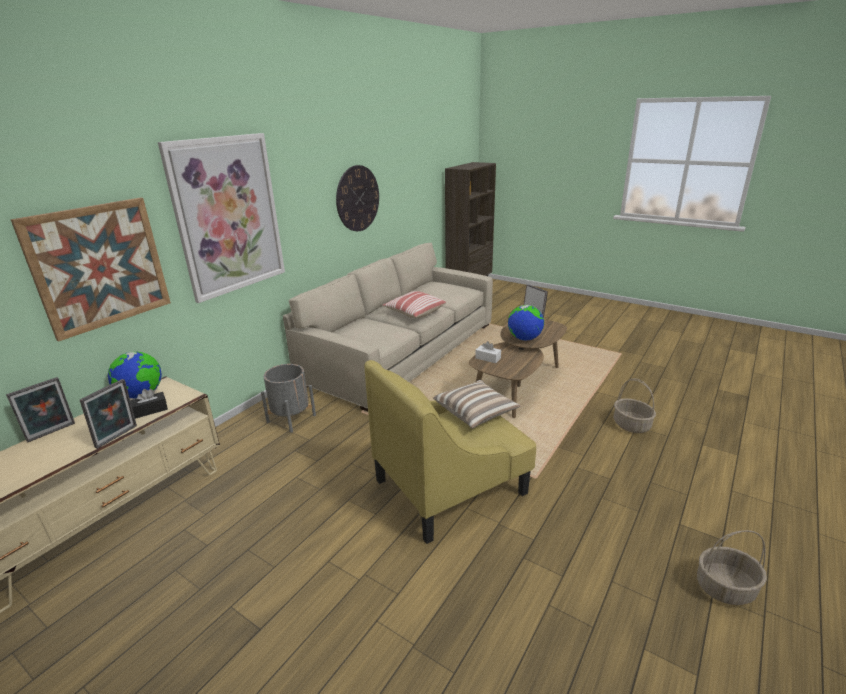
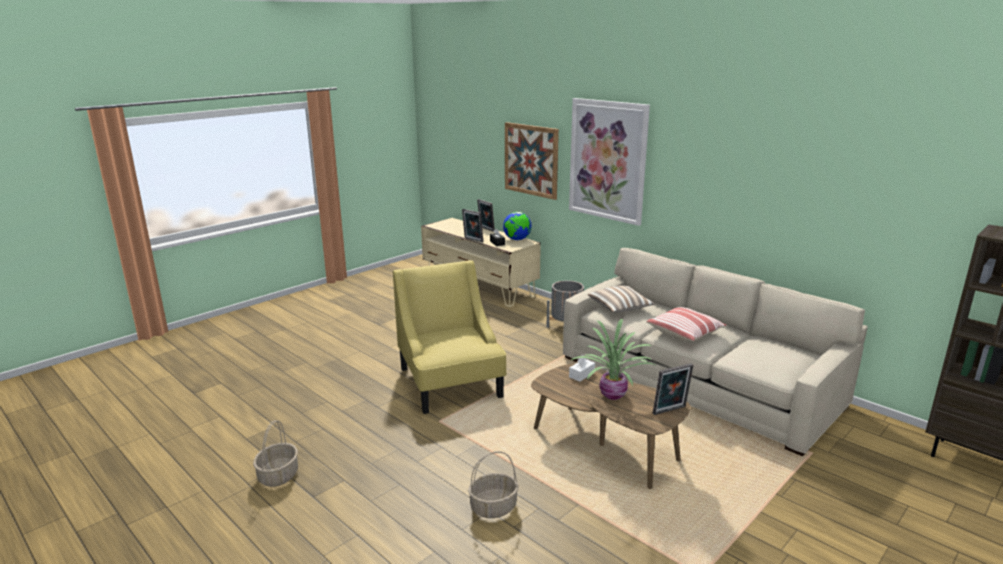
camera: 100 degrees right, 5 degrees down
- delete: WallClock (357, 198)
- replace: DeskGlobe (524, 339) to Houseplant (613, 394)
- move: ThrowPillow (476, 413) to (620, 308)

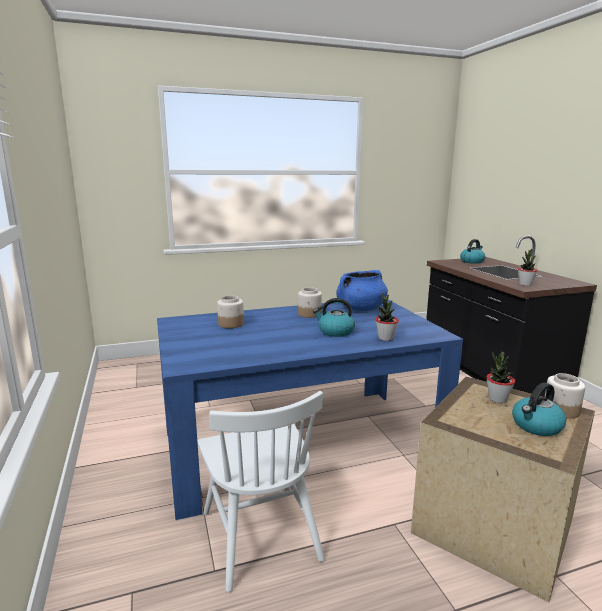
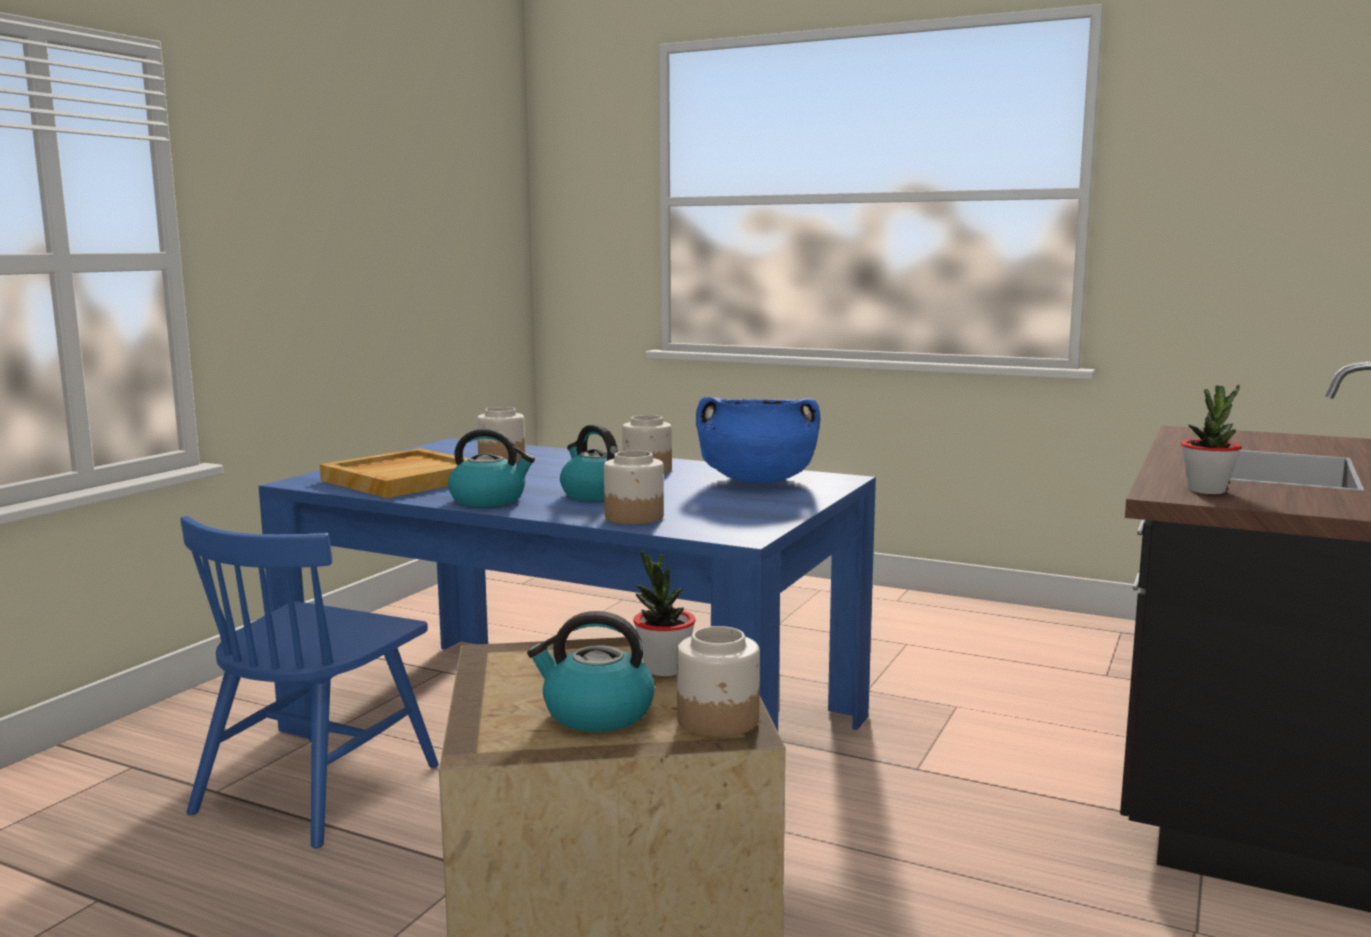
camera: 45 degrees right, 5 degrees down
- move: WaterKettle (472, 261) to (489, 500)
- replace: Houseplant (385, 338) to StorageJar (635, 517)
- recolor: WhitishUprightChair (260, 534) to BlueColouredUprightChair (317, 788)
- insert: SandColouredTray (405, 479)

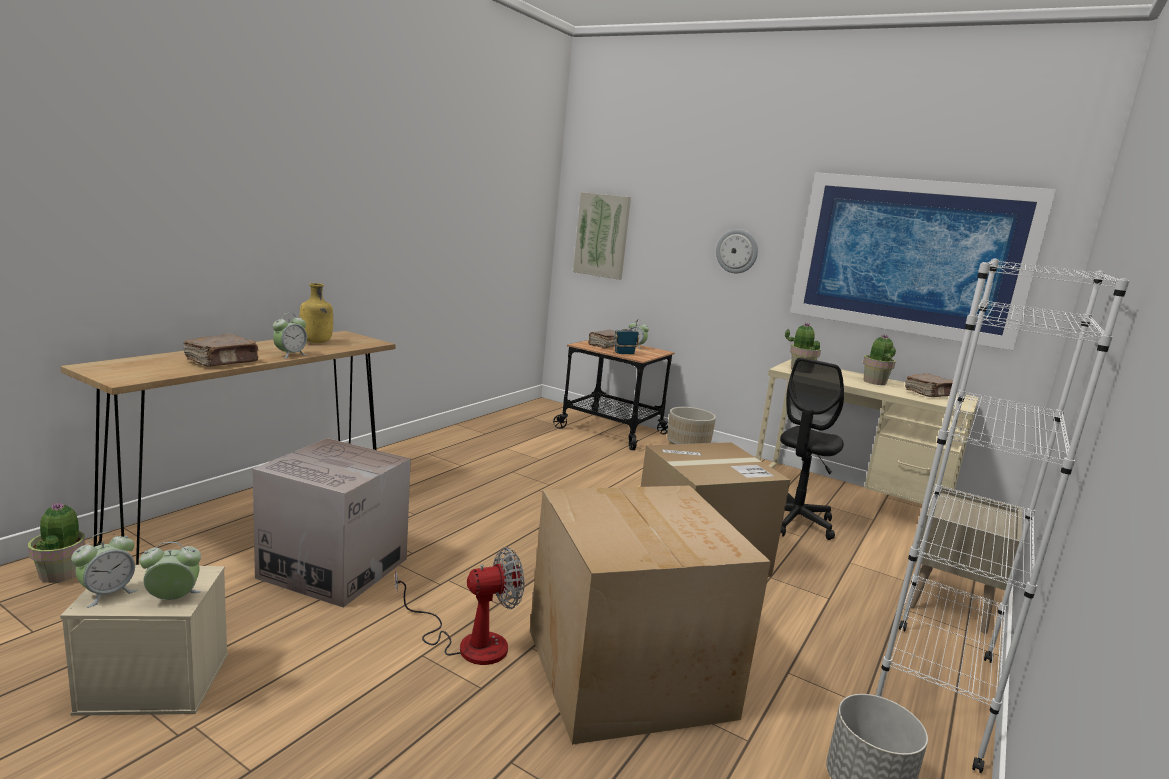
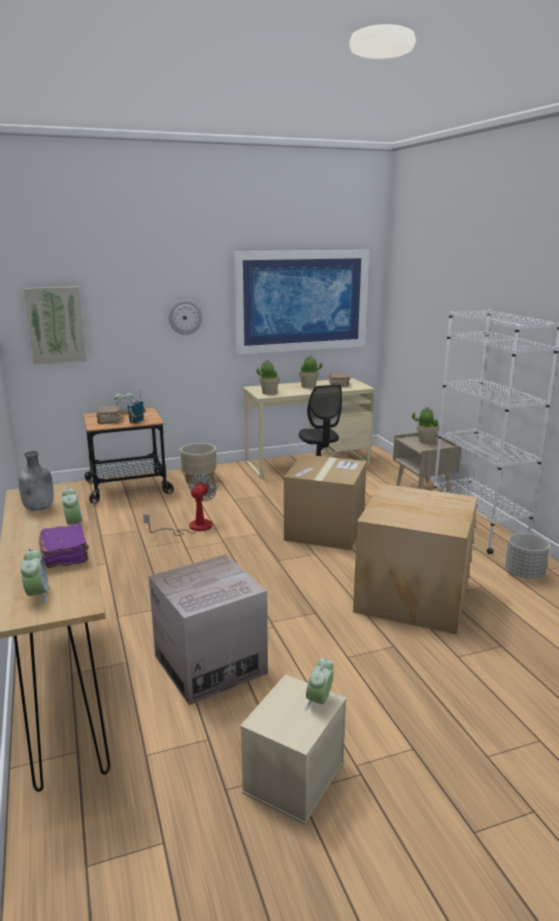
camera: 50 degrees left, 5 degrees up
- recolor: YellowishDrinkBottle (316, 342) to GreyishDrinkBottle (39, 508)
- recolor: BrownColouredBoundBook (223, 361) to PurpleColouredBoundBook (65, 555)
- move: Houseplant (61, 573) to (426, 441)
- move: AlarmClock (108, 594) to (37, 595)
- move: ElectricFan (468, 642) to (192, 527)

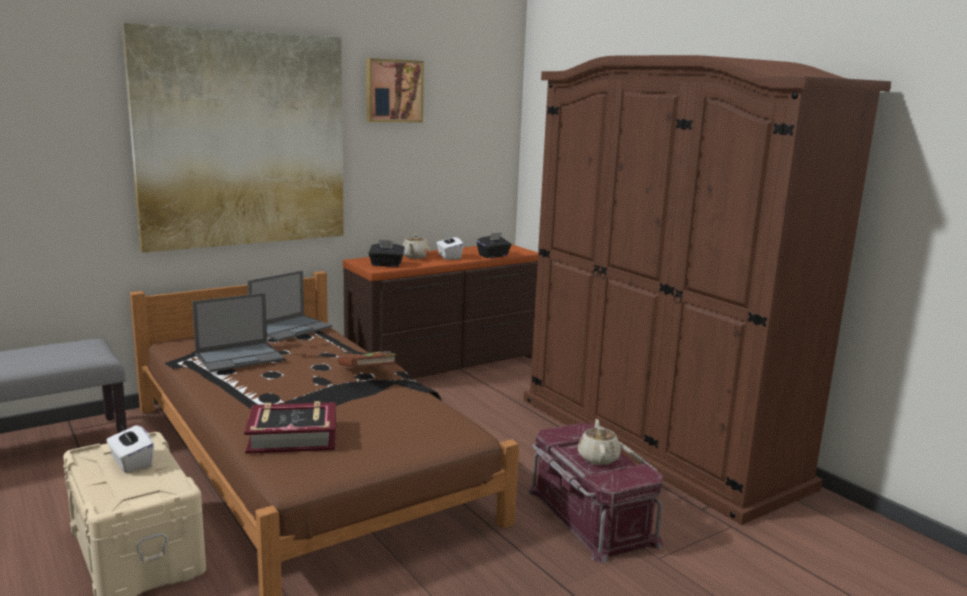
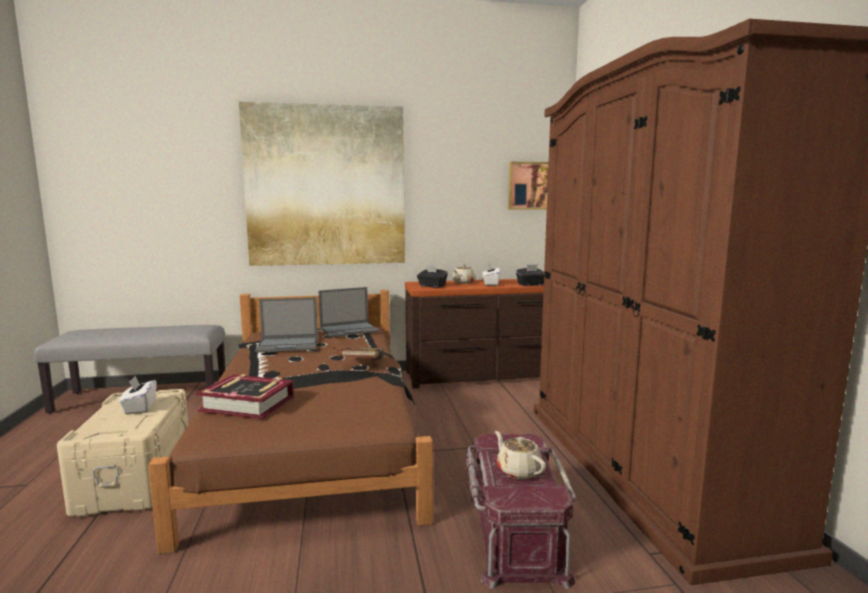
camera: 25 degrees right, 5 degrees down
- move: Picture (393, 91) to (530, 186)
- rotate: SandColouredPotForTea (598, 458) = (518, 470) 60 degrees counterclockwise

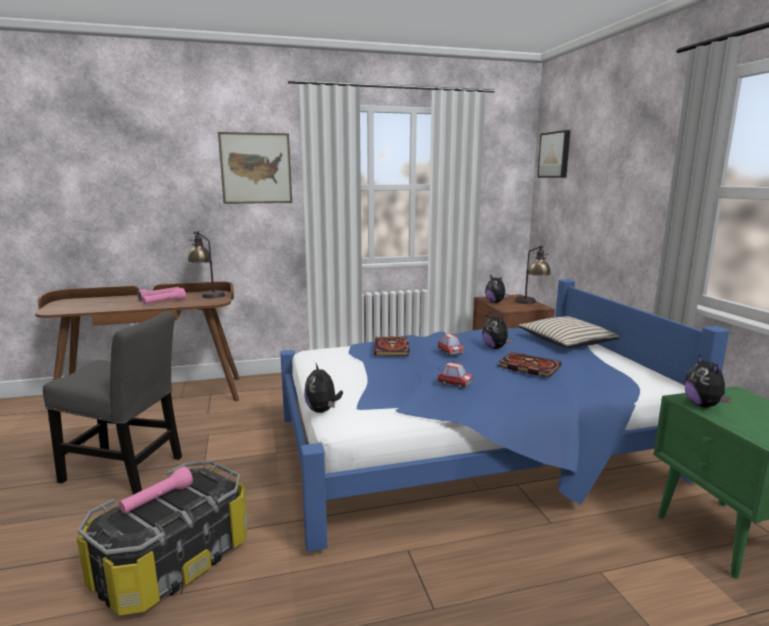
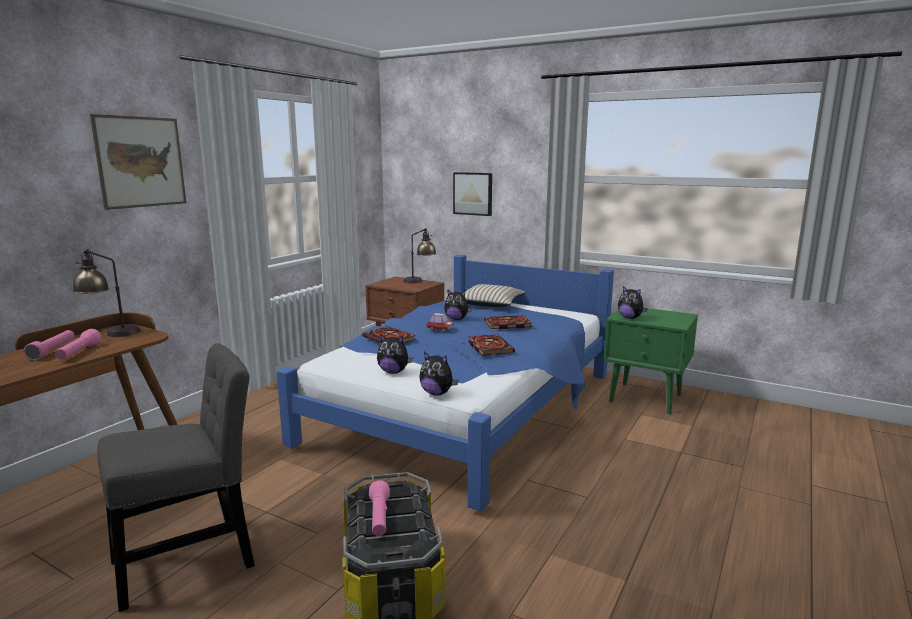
camera: 45 degrees left, 0 degrees up
- move: Picture (555, 155) to (473, 193)
- move: PlushToy (495, 302) to (393, 372)
- replace: ModelCar (454, 383) to BoundBook (488, 347)

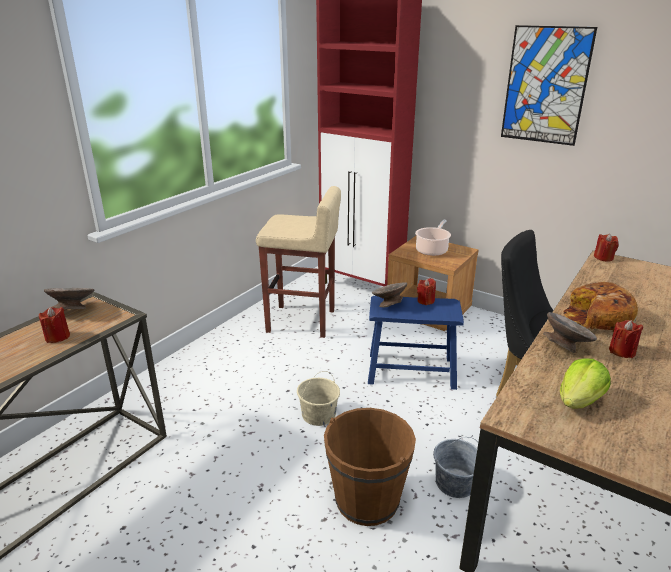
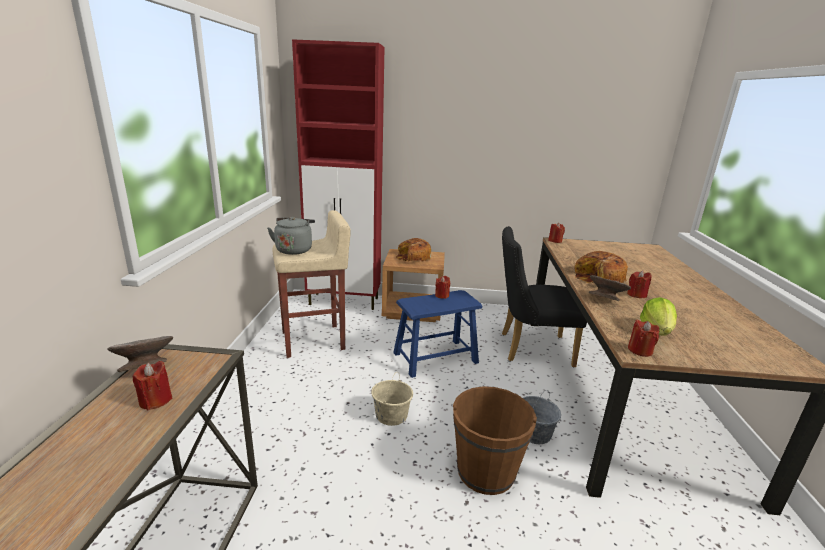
camera: 30 degrees left, 5 degrees down
- delete: Picture (545, 85)
- replace: Saucepot (432, 250) to BakeryBread (413, 257)
- delete: GreyishBowl (388, 304)
- insert: GreyishWaterKettle (294, 250)
- insert: RedColouredWaxCandle (640, 350)

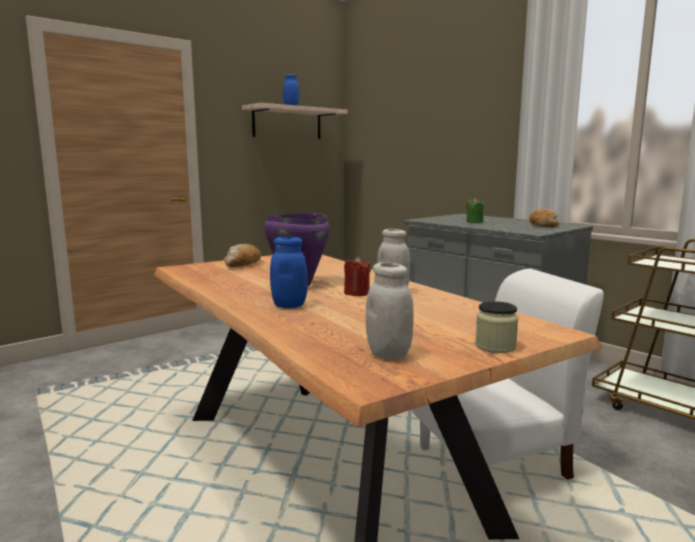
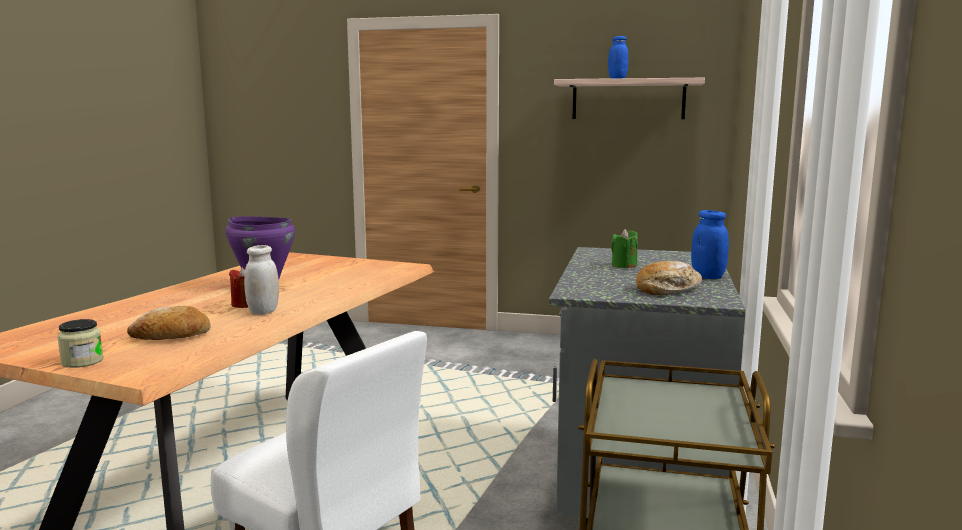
camera: 55 degrees right, 0 degrees up
- move: BlueColouredStorageJar (289, 305) to (708, 277)
- move: BakeryBread (242, 264) to (172, 336)
- delete: WhitishStorageJar (388, 354)

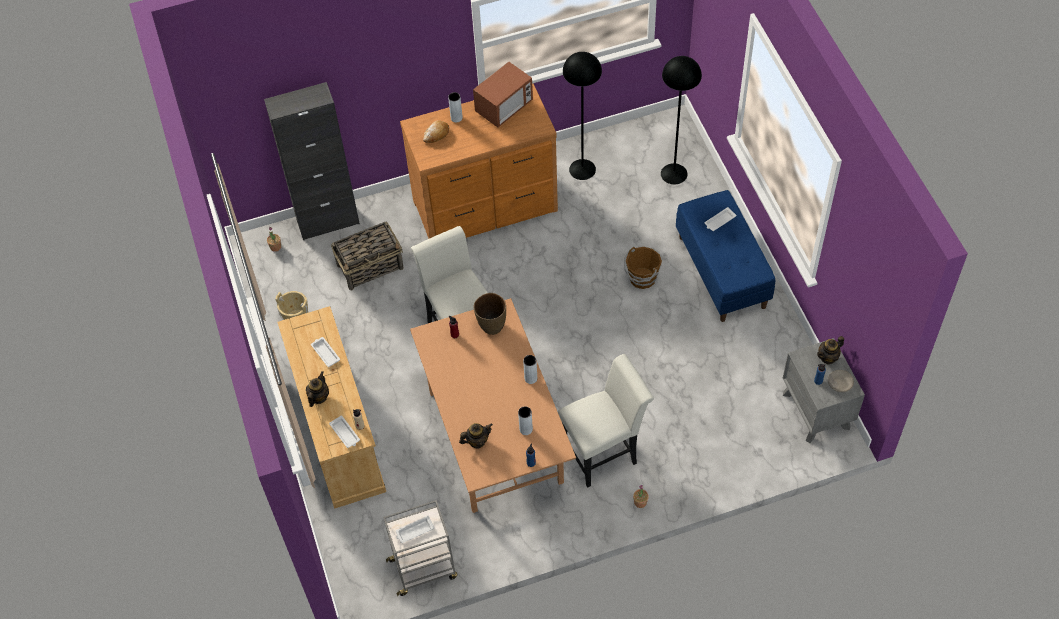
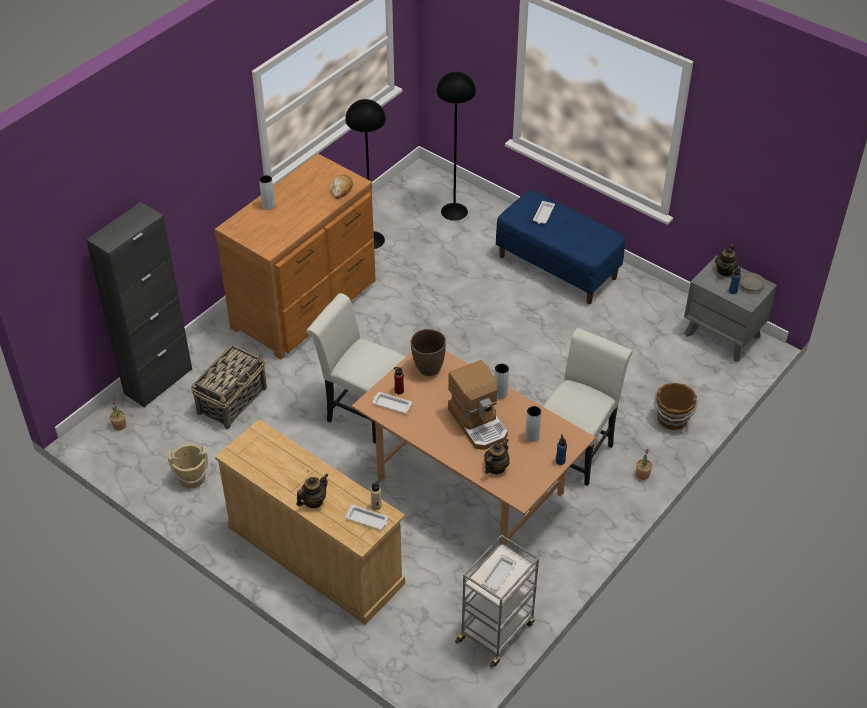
camera: 35 degrees left, 10 degrees down
- delete: Microwave (504, 107)
- move: BakeryBread (436, 134) to (341, 189)
- move: BrownColouredWaterBucket (642, 278) to (672, 419)
- move: WhitishTray (325, 353) to (391, 404)
- rotate: PotForTea (318, 397) = (313, 501) 60 degrees clockwise
- insert: CoffeeMaker (479, 423)

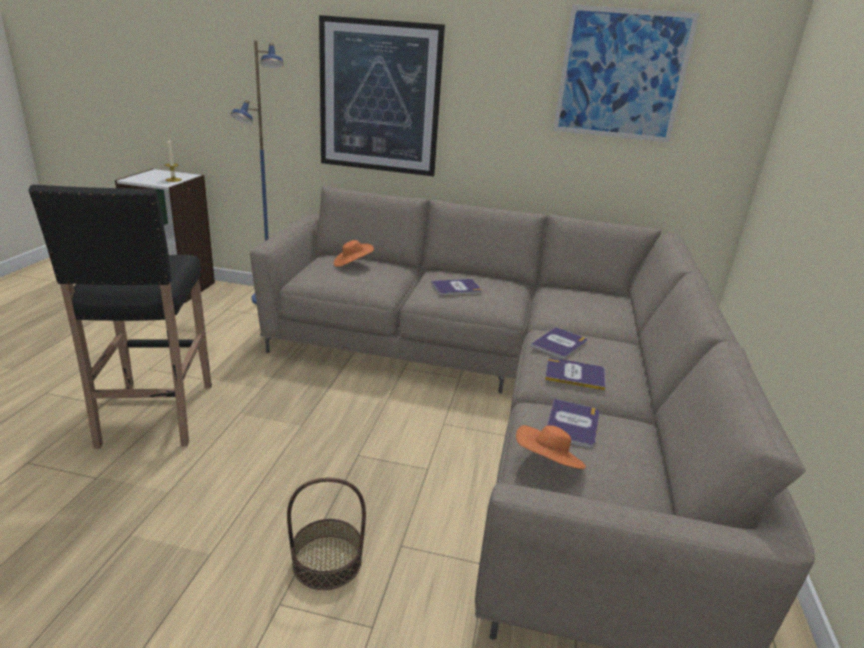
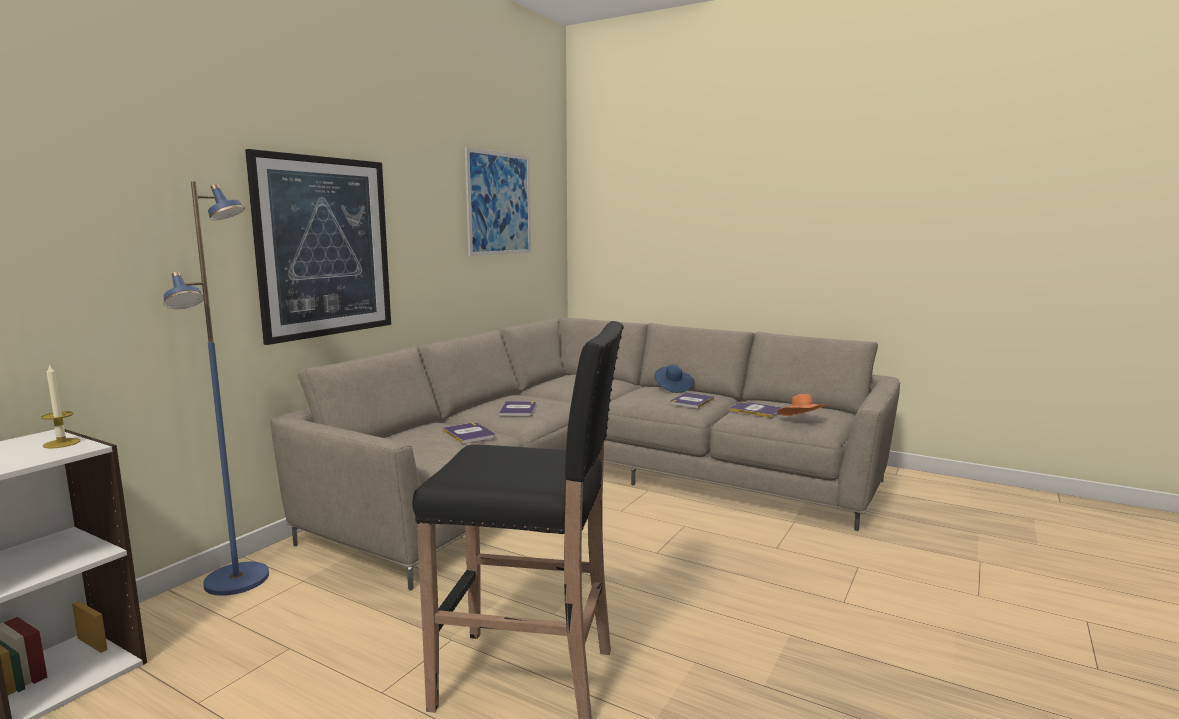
camera: 70 degrees left, 15 degrees down
- delete: OrangeWearableHat (352, 264)
- move: BoundBook (559, 344) to (469, 434)
- delete: Basket (327, 562)
- insert: BlueColouredWearableHat (673, 388)

